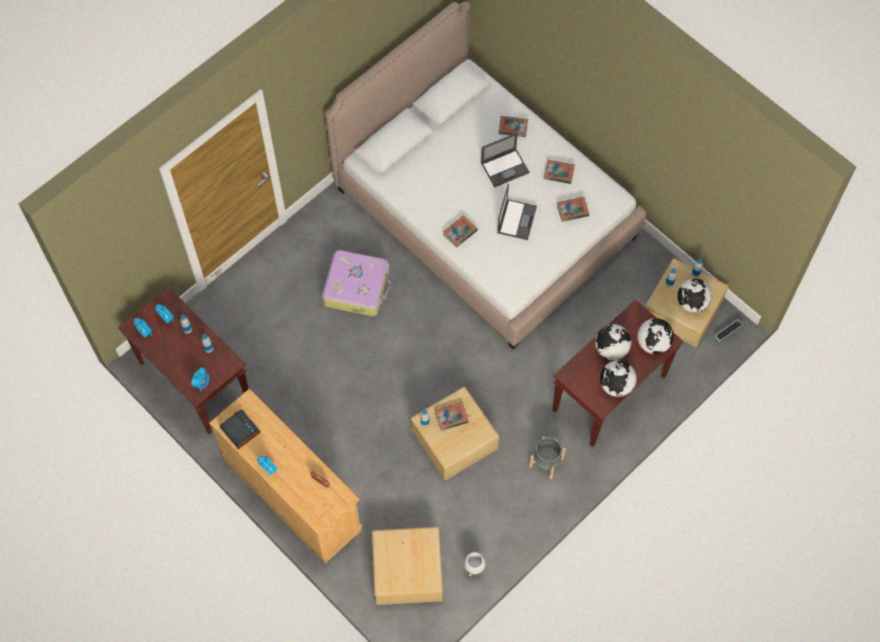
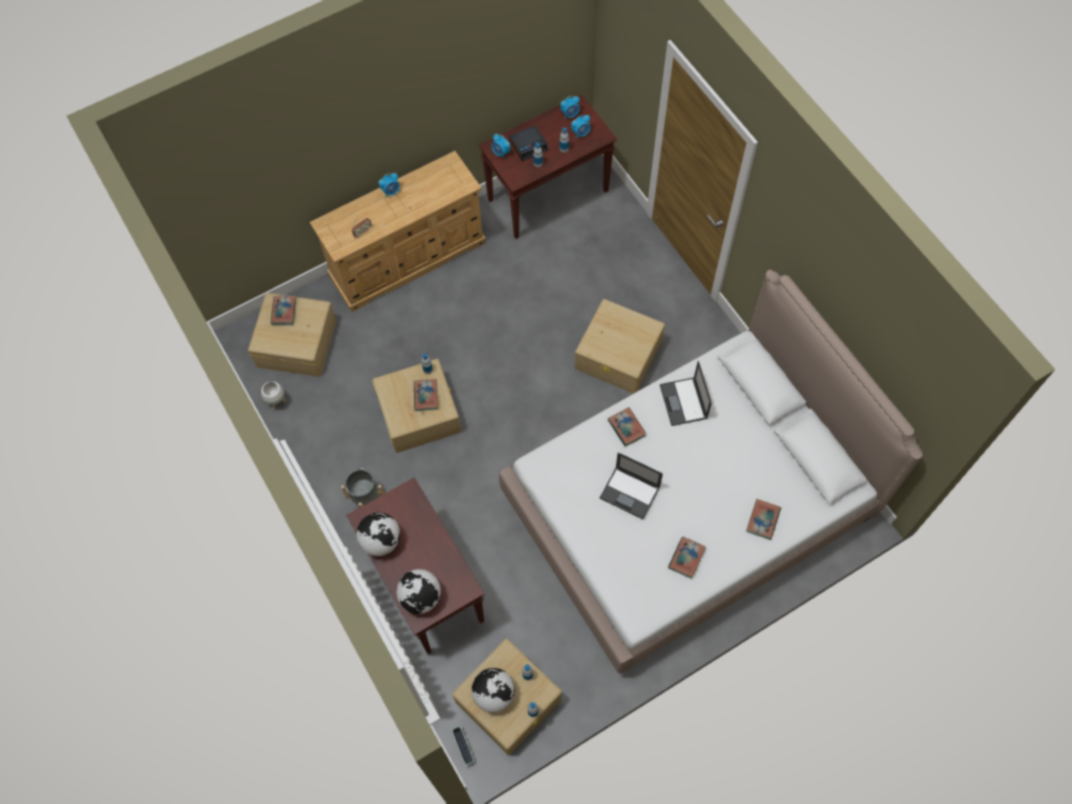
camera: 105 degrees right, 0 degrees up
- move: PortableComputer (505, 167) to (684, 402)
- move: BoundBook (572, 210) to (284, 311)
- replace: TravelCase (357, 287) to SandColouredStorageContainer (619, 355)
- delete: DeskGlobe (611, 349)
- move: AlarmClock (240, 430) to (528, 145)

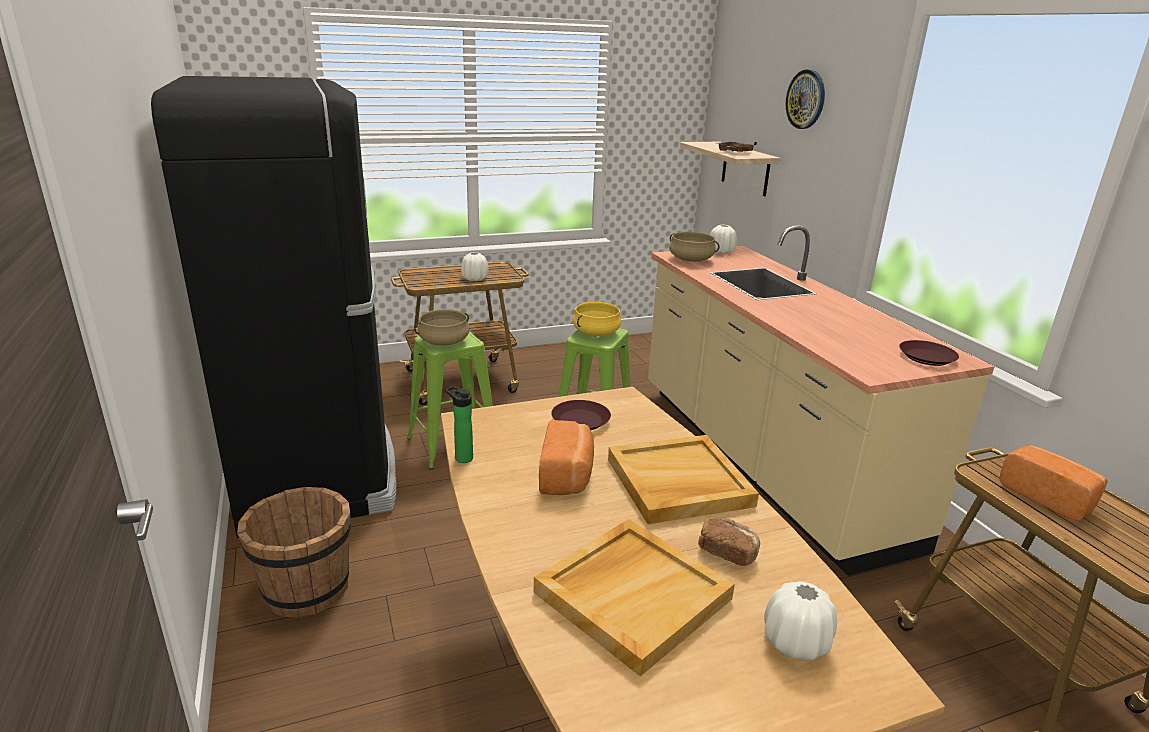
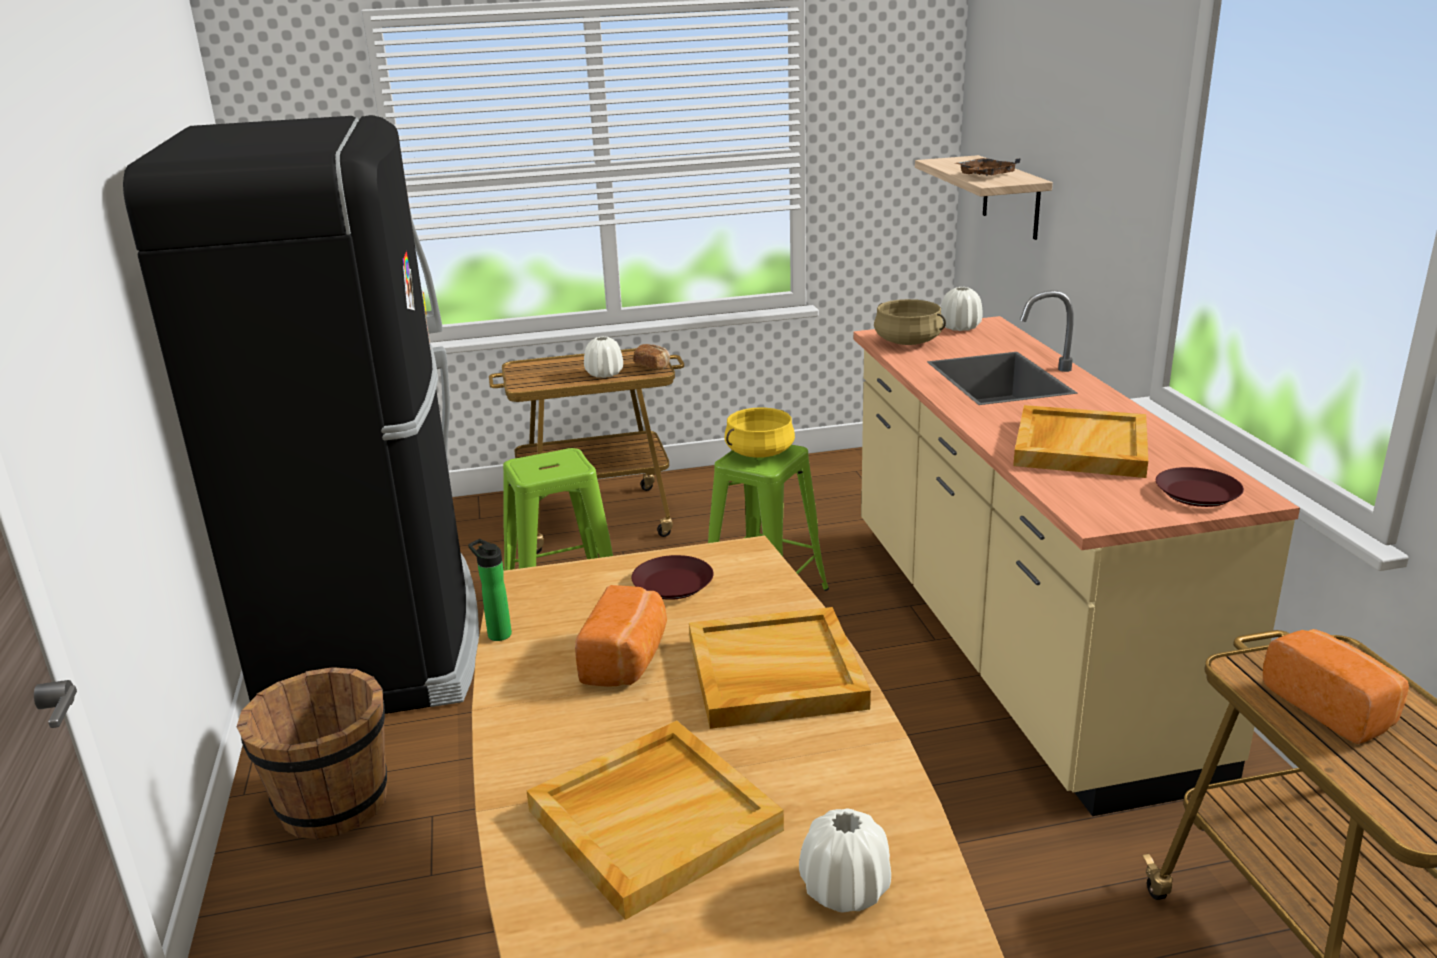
camera: 10 degrees right, 0 degrees up
- delete: WallClock (806, 99)
- delete: SandColouredSaucepot (444, 341)
- move: BakeryBread (727, 552) to (653, 366)
- insert: SandColouredTray (1079, 446)

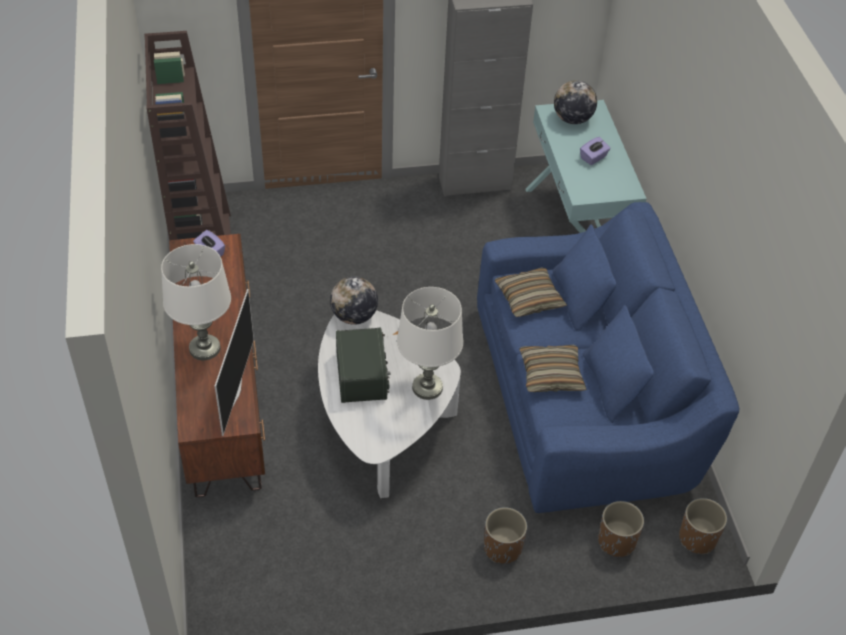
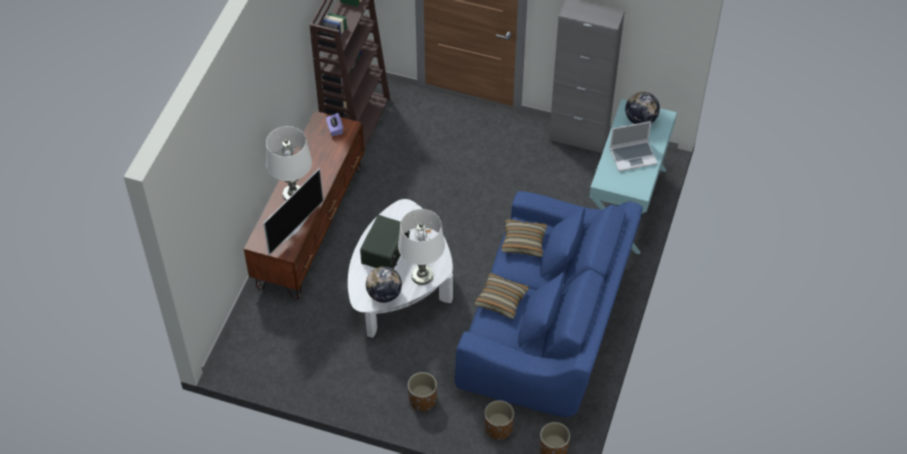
camera: 30 degrees right, 5 degrees up
- replace: PurpleColouredBoxOfTissues (593, 158) to PortableComputer (633, 156)
- move: DeskGlobe (354, 316) to (384, 294)

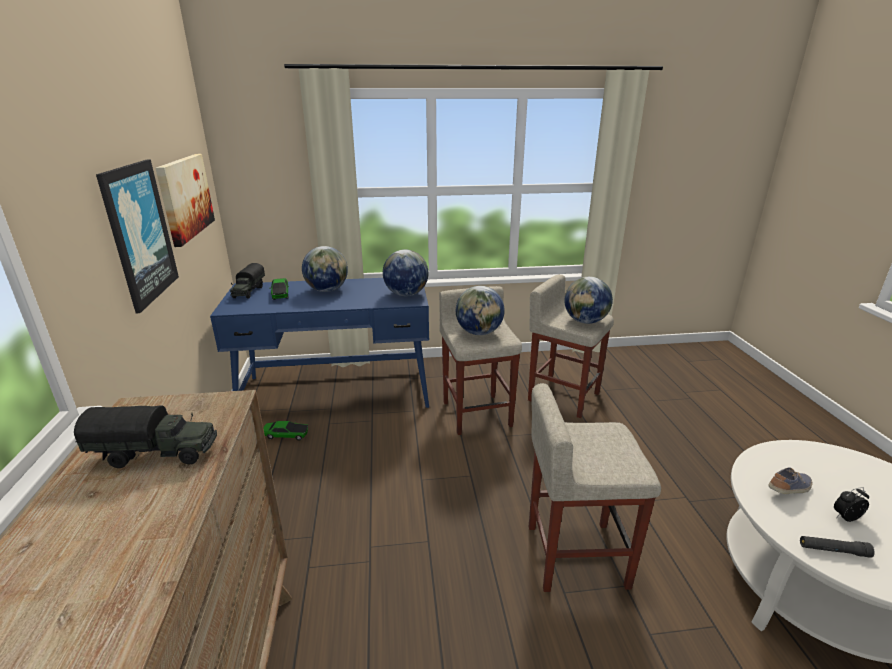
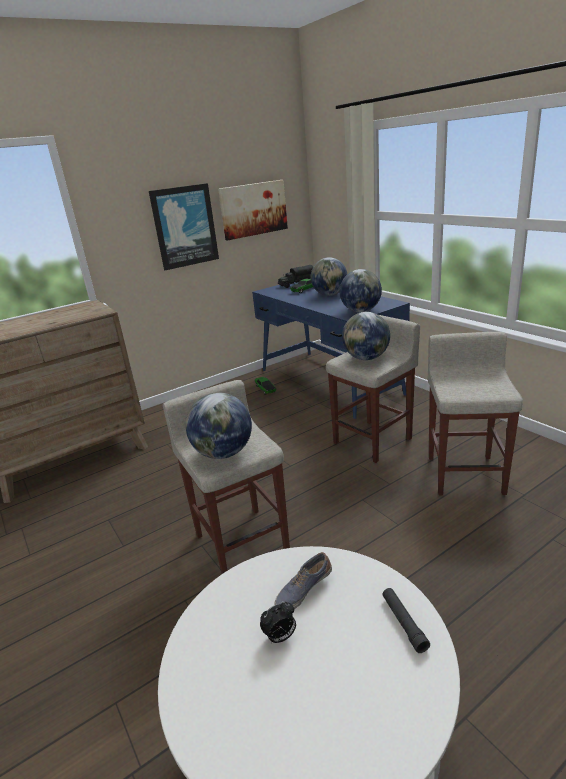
camera: 65 degrees right, 0 degrees up
- move: DeskGlobe (585, 321) to (223, 453)
- delete: ModelTruck (157, 453)
- rotate: Shoe (789, 489) = (303, 590) 105 degrees clockwise
- rotate: AlarmClock (845, 517) = (280, 637) 105 degrees clockwise
- move: BlackHandTorch (833, 550) to (404, 623)

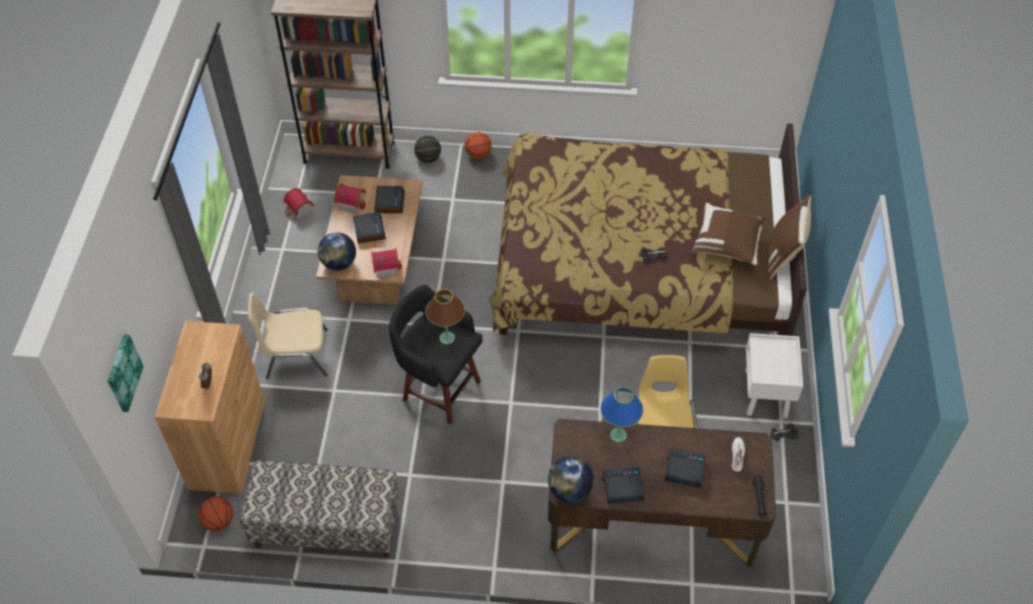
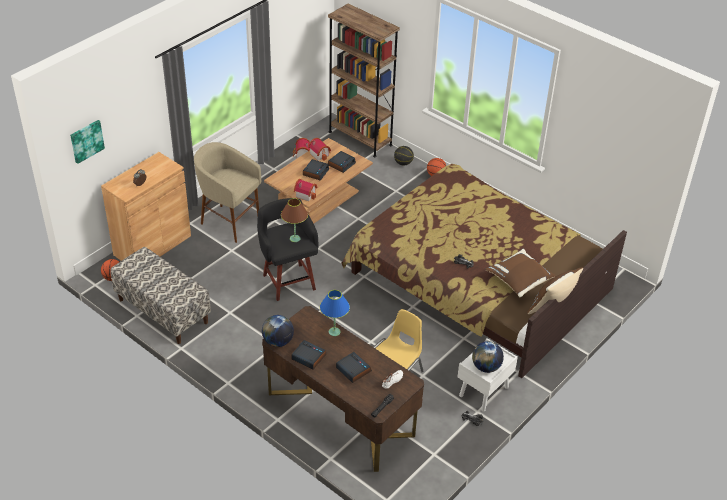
camera: 35 degrees right, 10 degrees down
- move: DeskGlobe (339, 263) to (486, 367)
- replace: SandColouredUprightChair (295, 354) to SandColouredStool (229, 222)

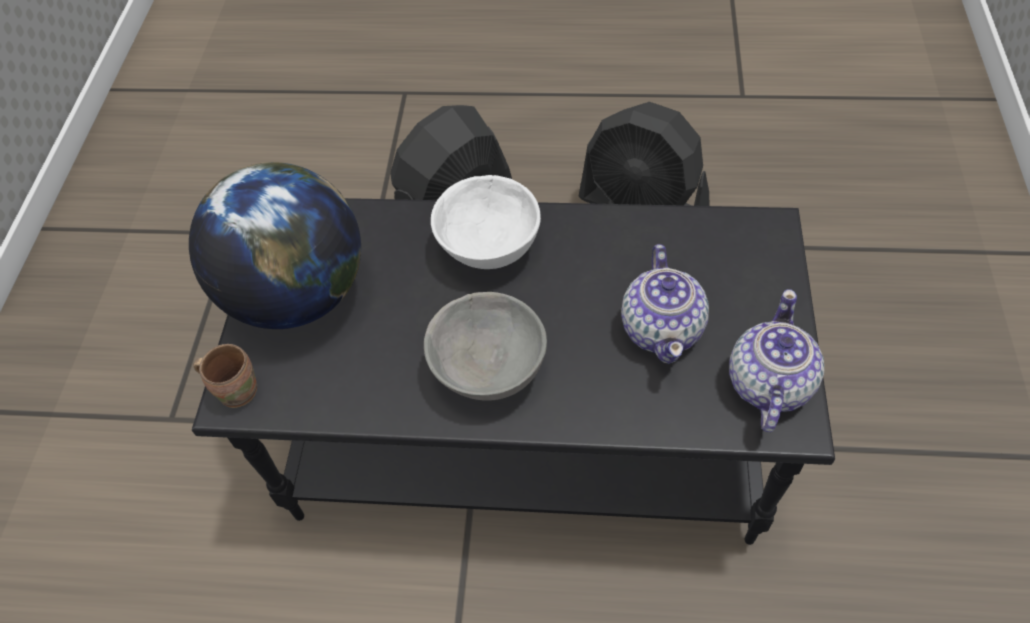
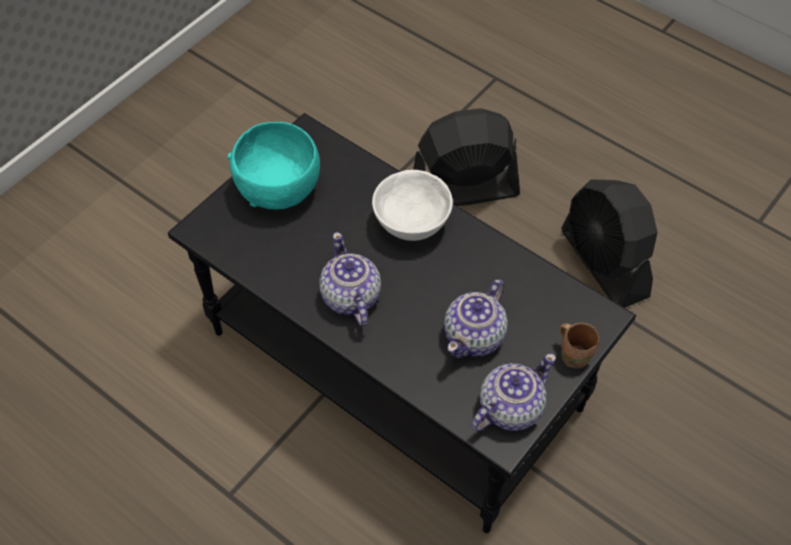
camera: 30 degrees right, 0 degrees up
- replace: DeskGlobe (298, 294) to TurquoiseBowl (278, 187)
- replace: GreyishBowl (488, 371) to PotForTea (350, 298)
- move: BrownColouredCoffeeMug (237, 389) to (575, 354)

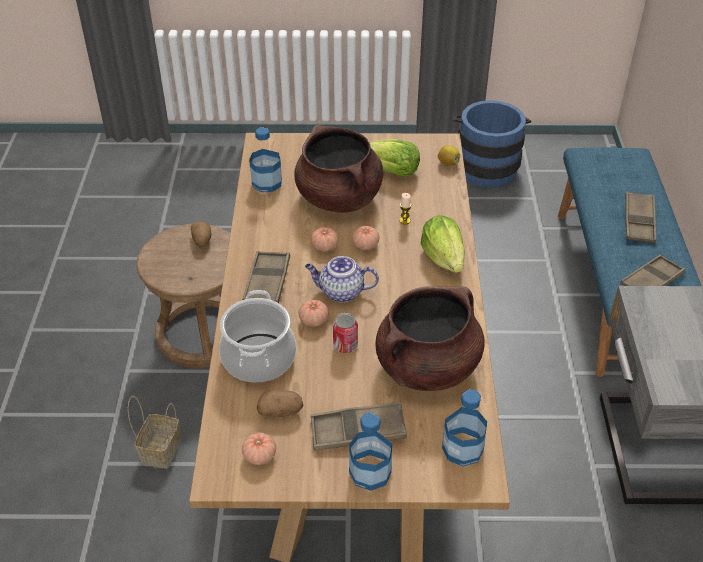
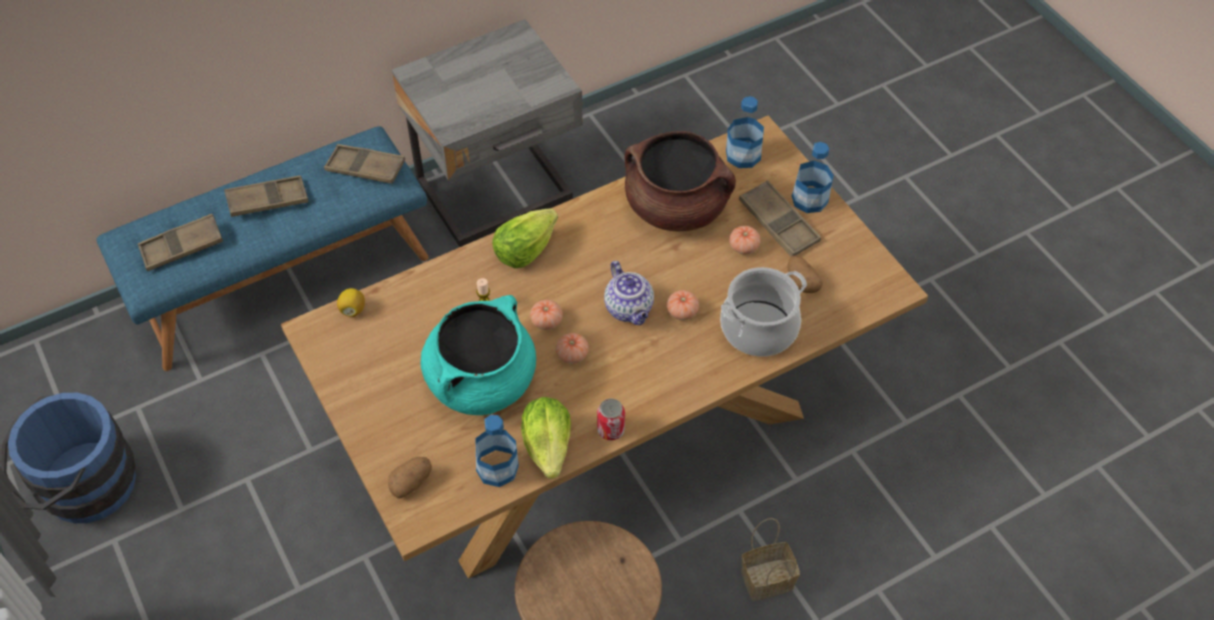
camera: 120 degrees left, 10 degrees up
- recolor: BrownColouredSaucepot (339, 198) to TurquoiseSaucepot (481, 381)
- move: Lettuce (392, 171) to (548, 447)
- move: Spud (202, 241) to (411, 483)
- move: BrownColouredTray (267, 282) to (182, 247)
- move: SealedCan (345, 345) to (611, 430)
- move: WholeTomato (259, 455) to (743, 247)

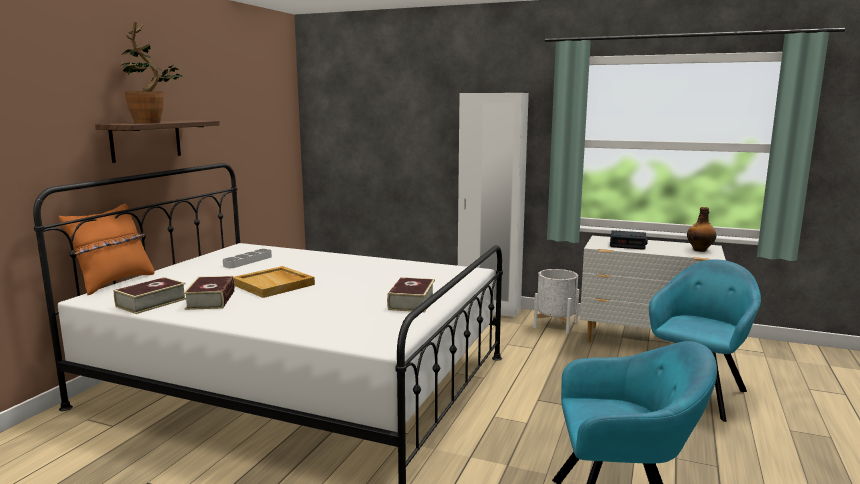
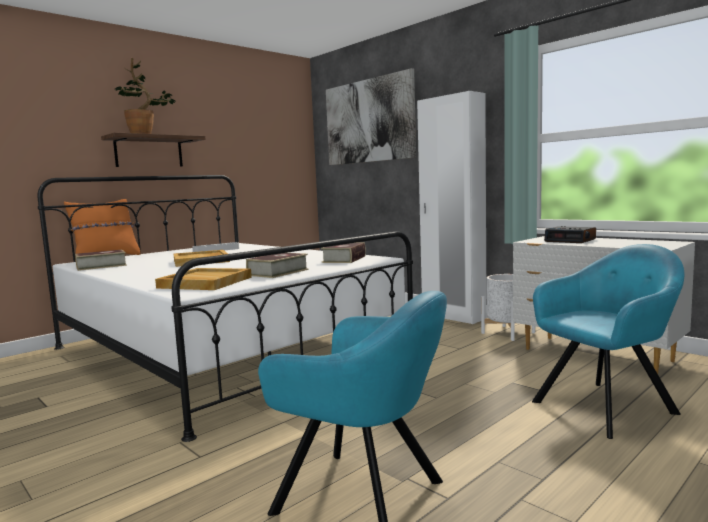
camera: 25 degrees right, 5 degrees down
- delete: DrinkBottle (700, 250)
- move: BoundBook (211, 300) to (344, 259)
- insert: Picture (369, 121)
- insert: SandColouredTray (204, 282)

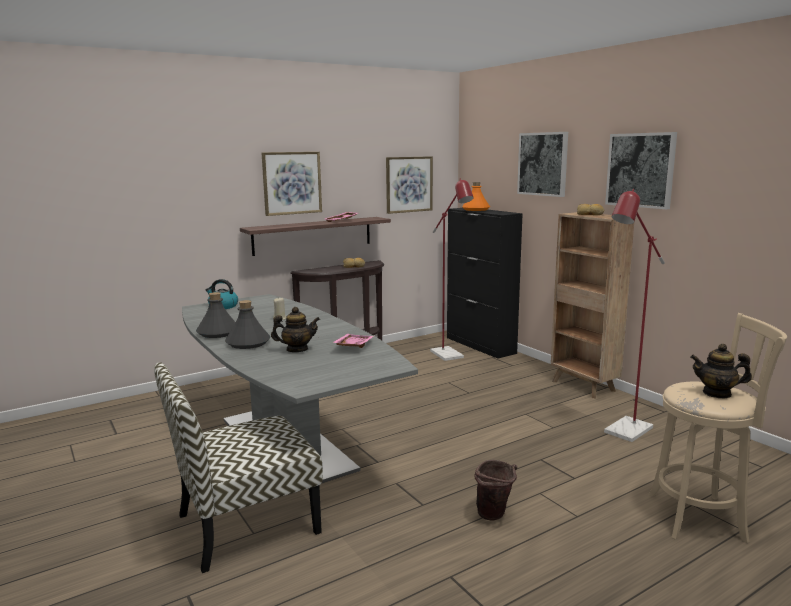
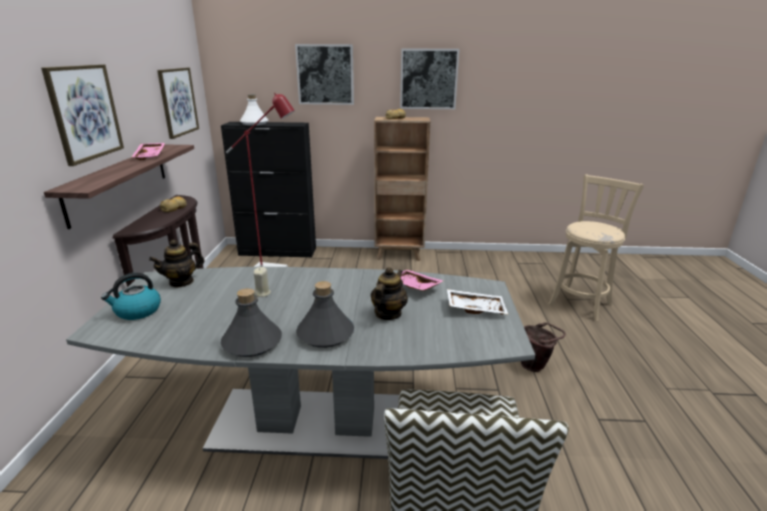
camera: 55 degrees left, 10 degrees up
- recolor: OrangeDrinkBottle (475, 209) to WhitishDrinkBottle (254, 123)
- delete: RedColouredFloorLamp (624, 433)
- move: PotForTea (717, 393) to (181, 282)
- insert: WhitishTray (475, 308)

